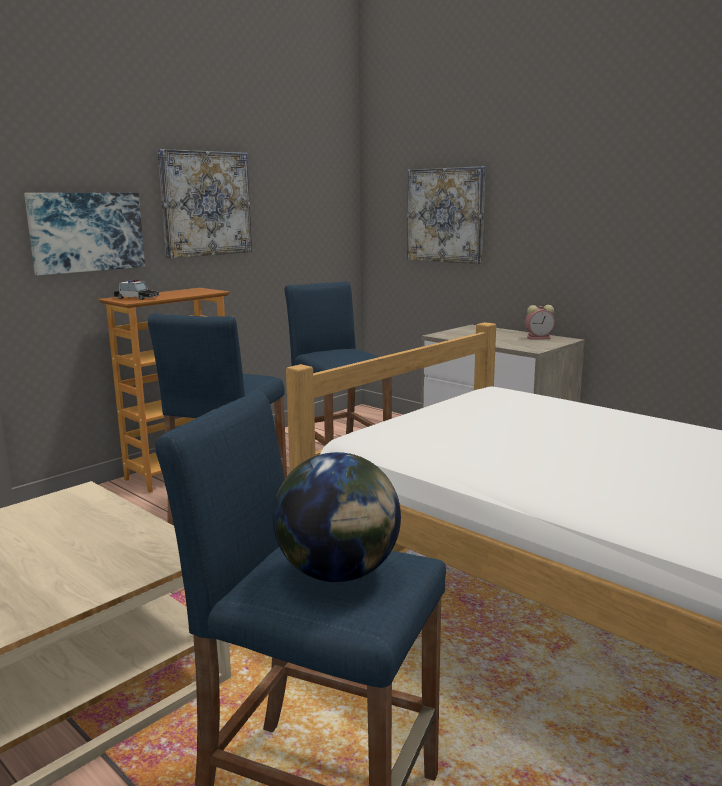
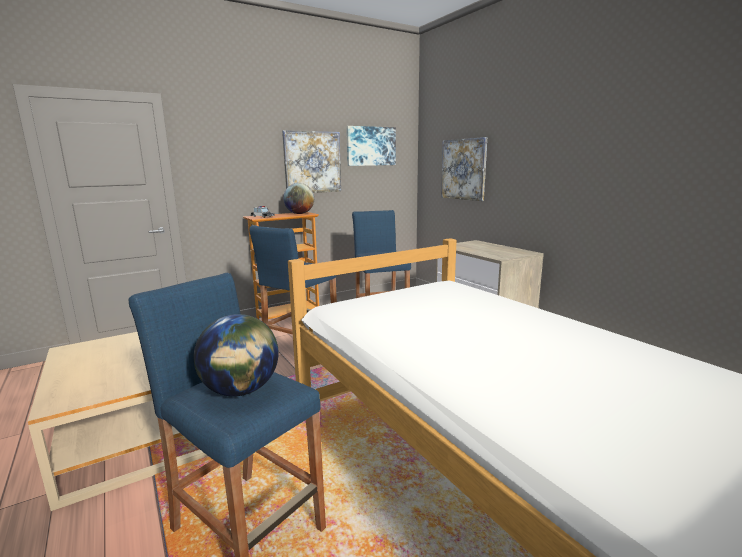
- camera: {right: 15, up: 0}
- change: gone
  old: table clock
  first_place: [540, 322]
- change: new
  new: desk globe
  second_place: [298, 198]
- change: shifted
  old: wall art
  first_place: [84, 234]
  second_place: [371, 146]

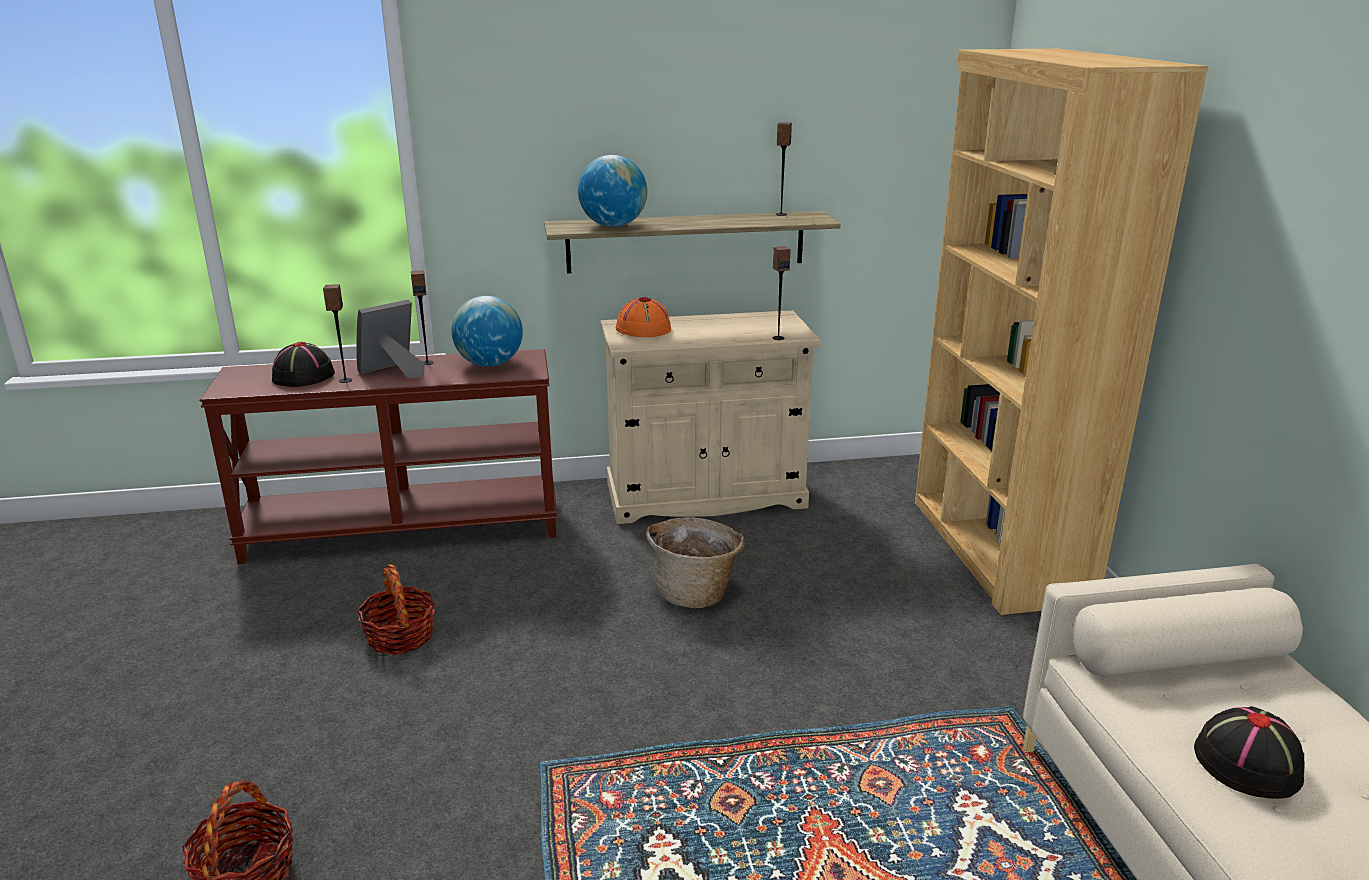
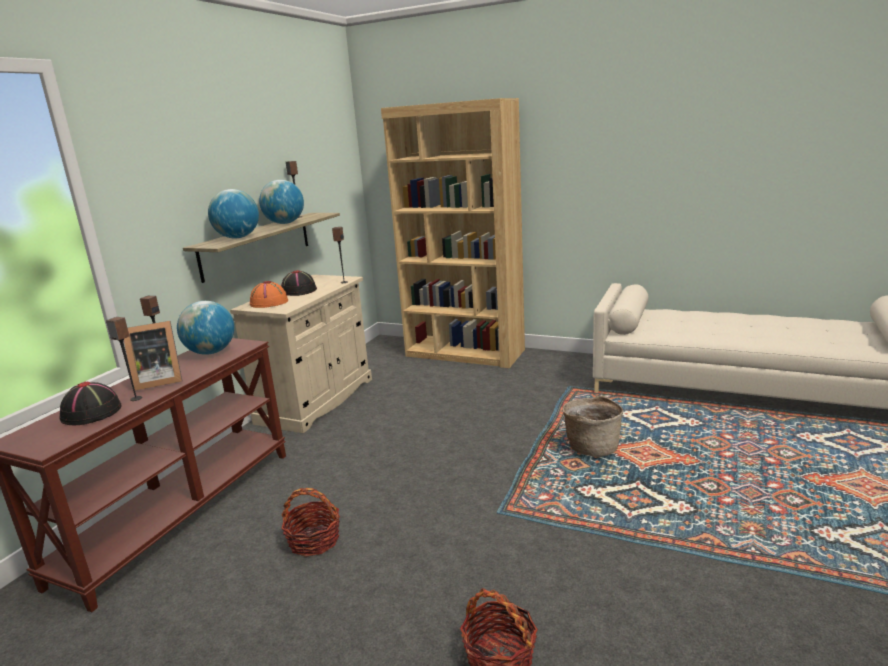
- camera: {right: -55, up: -5}
- change: new
  new: desk globe
  second_place: [281, 202]
- change: shifted
  old: basket
  first_place: [695, 562]
  second_place: [593, 426]
- change: shifted
  old: black-coloured hat
  first_place: [1249, 752]
  second_place: [299, 283]
- change: rotated
  old: picture frame
  first_place: [390, 338]
  second_place: [153, 356]
  degrees: -105

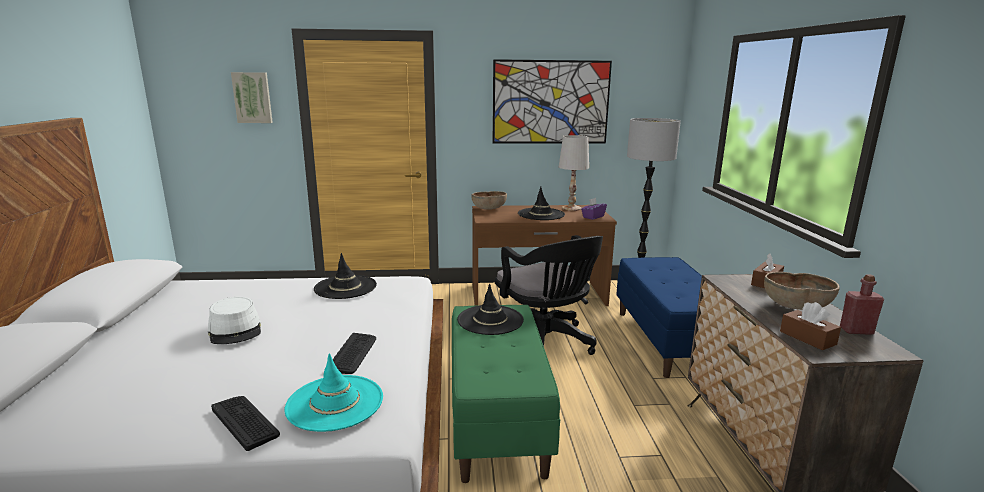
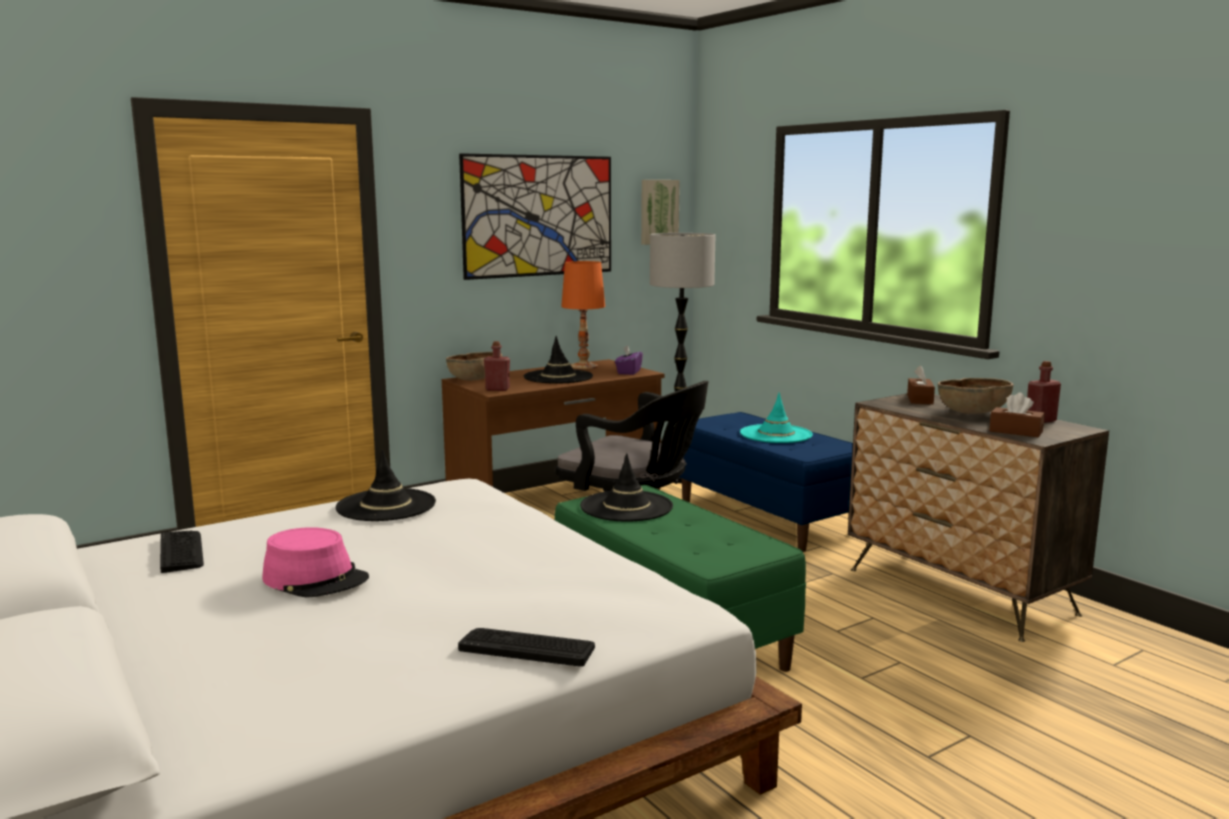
- camera: {right: -30, up: -5}
- change: new
  new: reddish beverage bottle
  second_place: [497, 366]
- change: shifted
  old: wall art
  first_place: [252, 97]
  second_place: [660, 212]
- change: shifted
  old: turquoise-coloured hat
  first_place: [333, 392]
  second_place: [776, 417]
- change: shifted
  old: PC keyboard
  first_place: [354, 353]
  second_place: [182, 552]
- change: repainted
  old: whitish hat
  new: pink-coloured hat
  first_place: [234, 320]
  second_place: [315, 562]
- change: repainted
  old: whitish lamp for a table
  new: orange lamp for a table
  first_place: [574, 173]
  second_place: [583, 315]

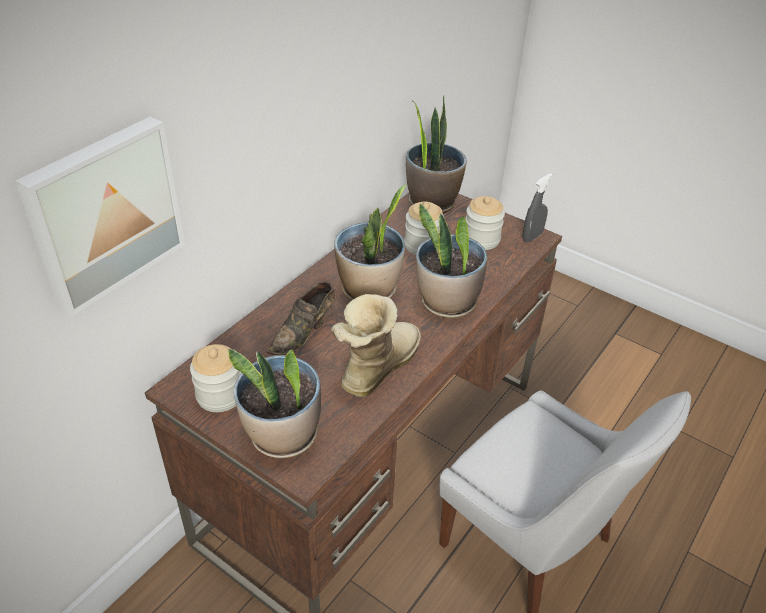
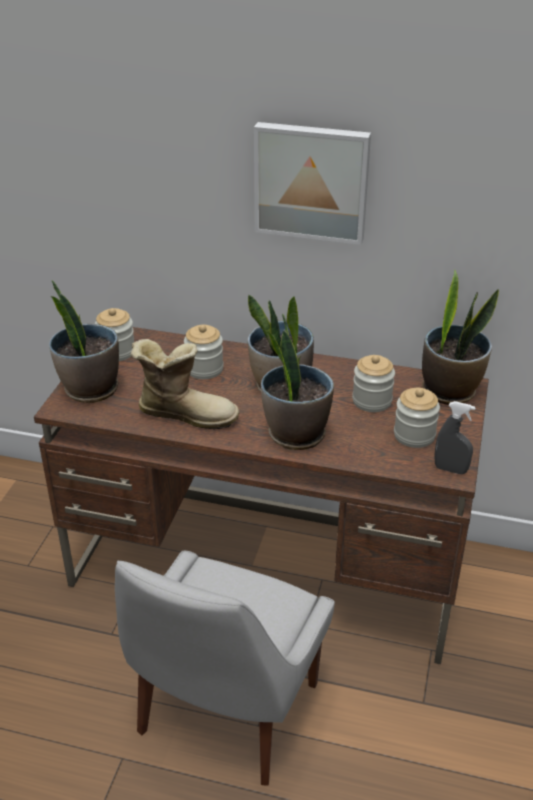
- camera: {right: 70, up: -5}
- change: shifted
  old: wall art
  first_place: [100, 216]
  second_place: [312, 183]
- change: swapped
  old: brown-coloured item of footwear
  new: storage jar
  first_place: [300, 318]
  second_place: [204, 352]

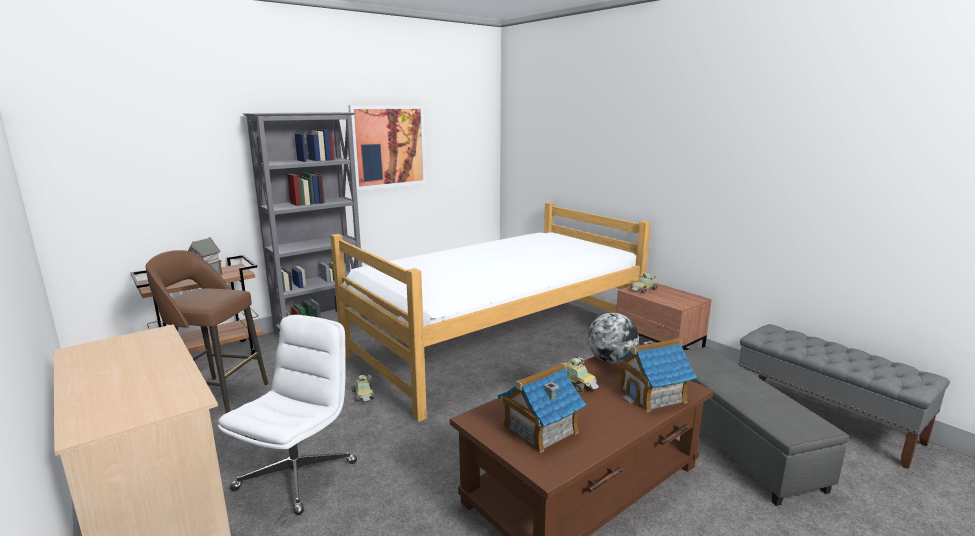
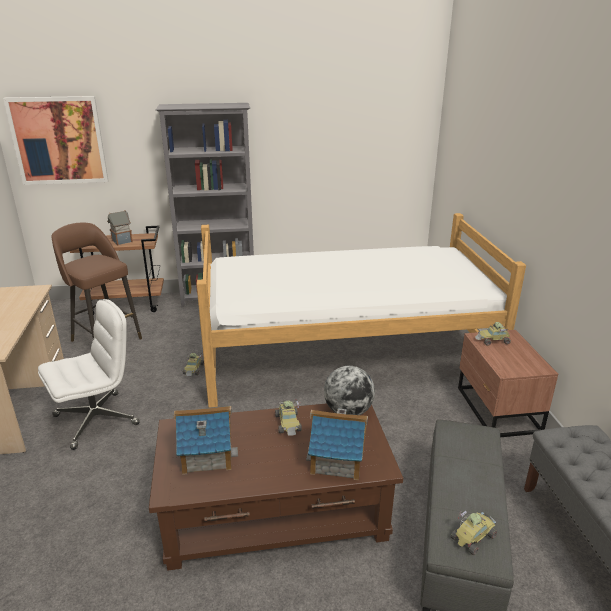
- camera: {right: 30, up: 10}
- change: new
  new: model car
  second_place: [474, 533]
- change: shifted
  old: wall art
  first_place: [387, 148]
  second_place: [56, 140]

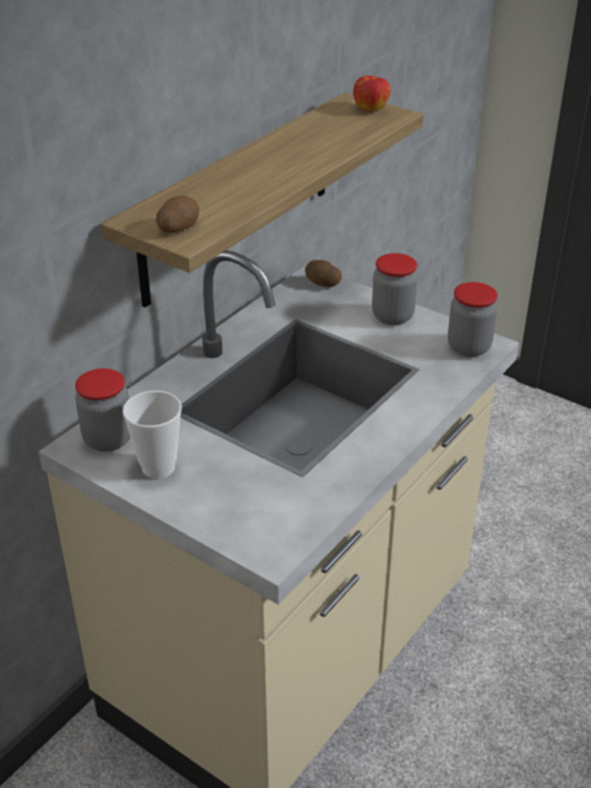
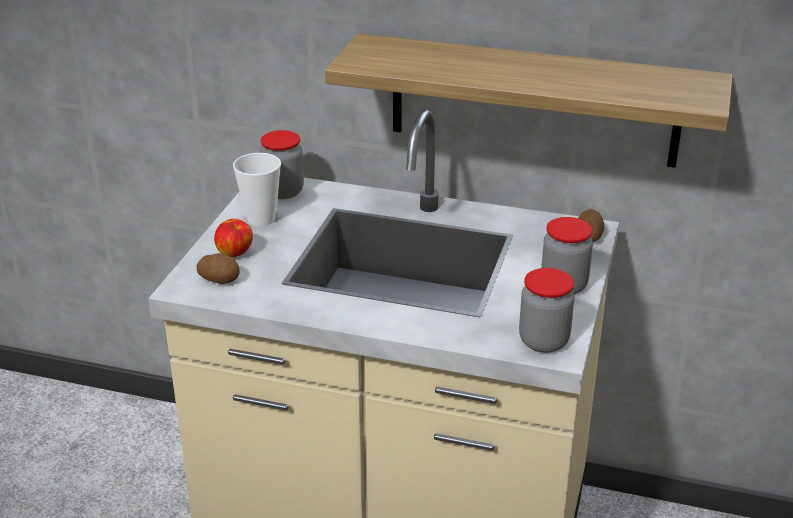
- camera: {right: 70, up: -5}
- change: shifted
  old: whole potato
  first_place: [177, 214]
  second_place: [218, 268]
- change: shifted
  old: apple
  first_place: [371, 94]
  second_place: [233, 238]

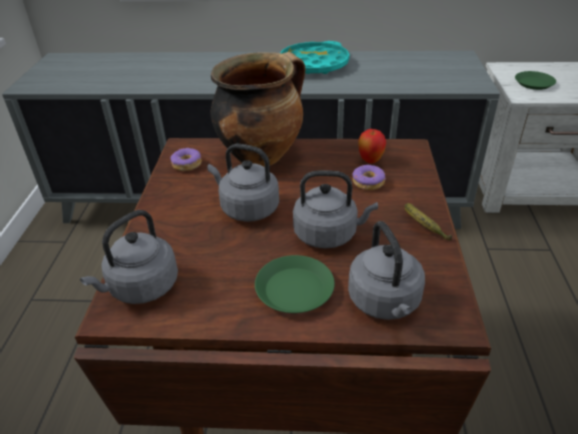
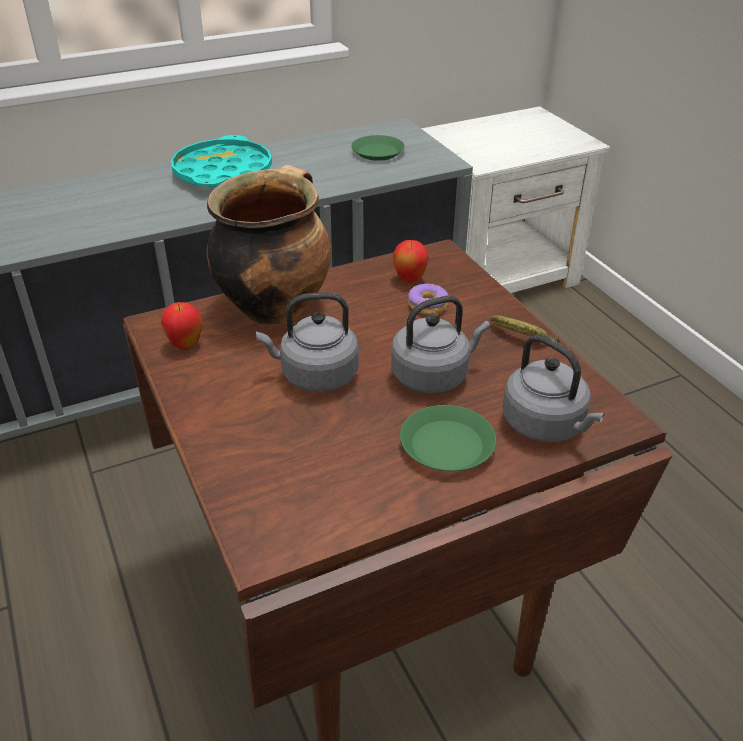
- camera: {right: -30, up: 0}
- change: gone
  old: grey kettle
  first_place: [129, 257]
- change: shifted
  old: green-coloured flat dish
  first_place: [535, 80]
  second_place: [378, 148]
- change: swapped
  old: doughnut
  new: apple
  first_place: [186, 159]
  second_place: [181, 326]

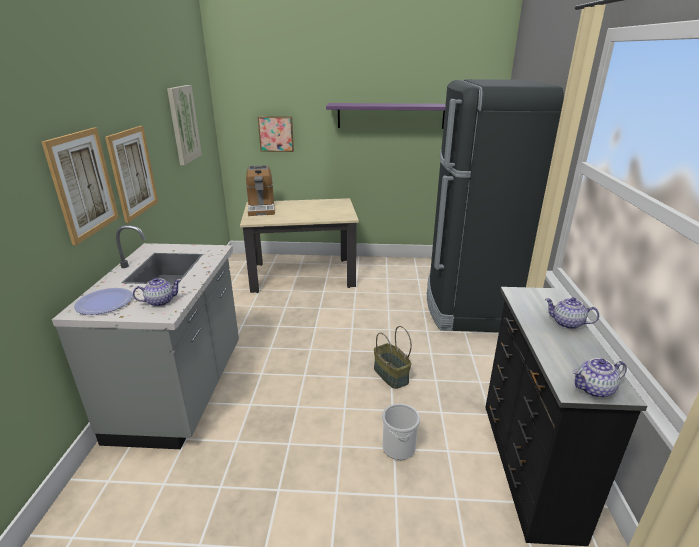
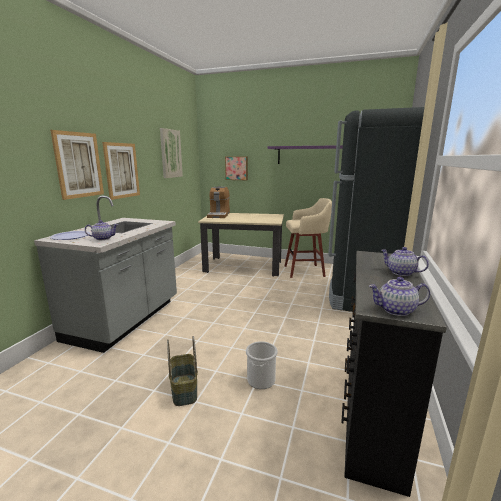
- camera: {right: 15, up: -10}
- change: new
  new: beige stool
  second_place: [308, 238]
- change: shifted
  old: basket
  first_place: [393, 357]
  second_place: [182, 371]

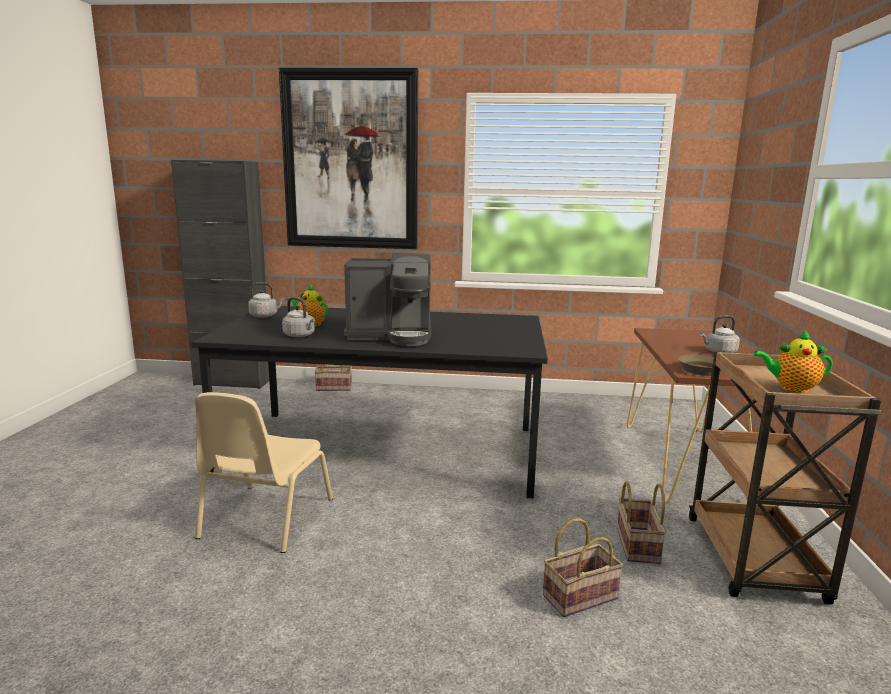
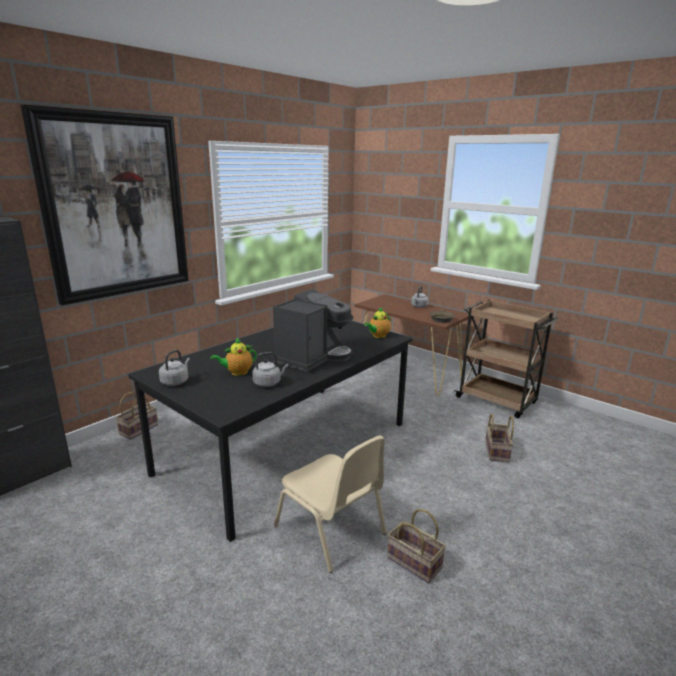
- camera: {right: -55, up: 5}
- change: shifted
  old: basket
  first_place: [641, 522]
  second_place: [416, 546]
- change: shifted
  old: teapot
  first_place: [793, 361]
  second_place: [378, 322]

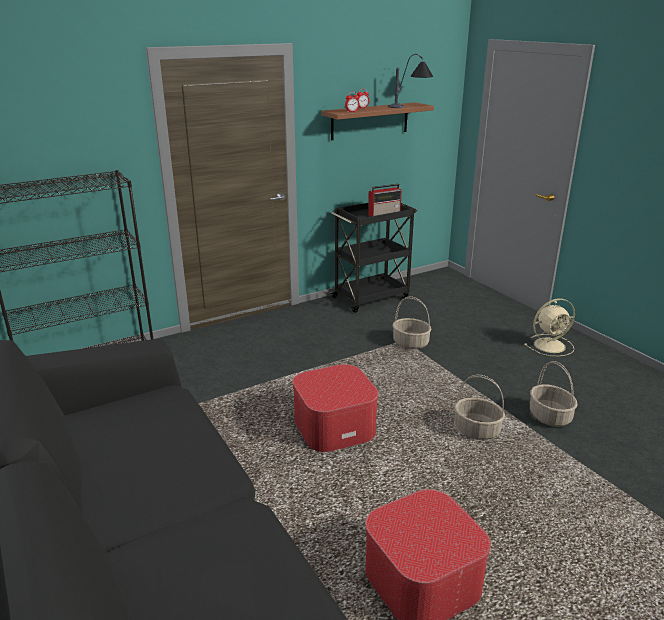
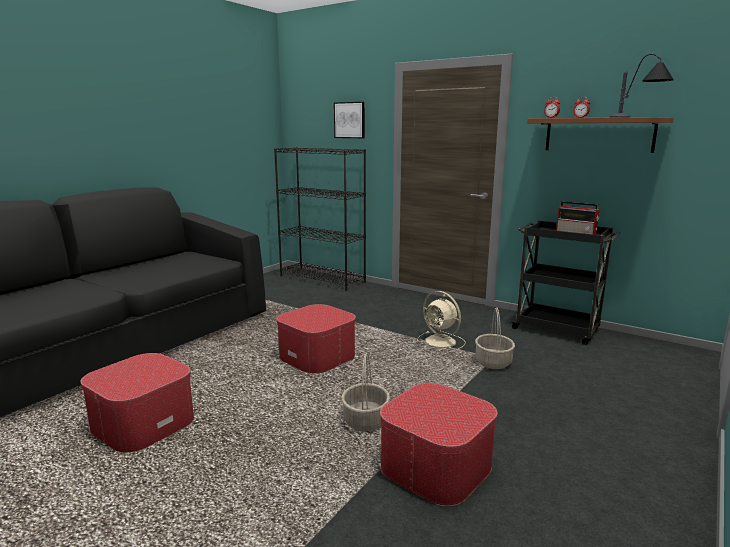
- camera: {right: 65, up: -10}
- change: new
  new: wall art
  second_place: [349, 120]
- change: shifted
  old: beige fan
  first_place: [549, 327]
  second_place: [441, 320]
- change: swapped
  old: basket
  new: pouffe
  first_place: [554, 394]
  second_place: [438, 444]

